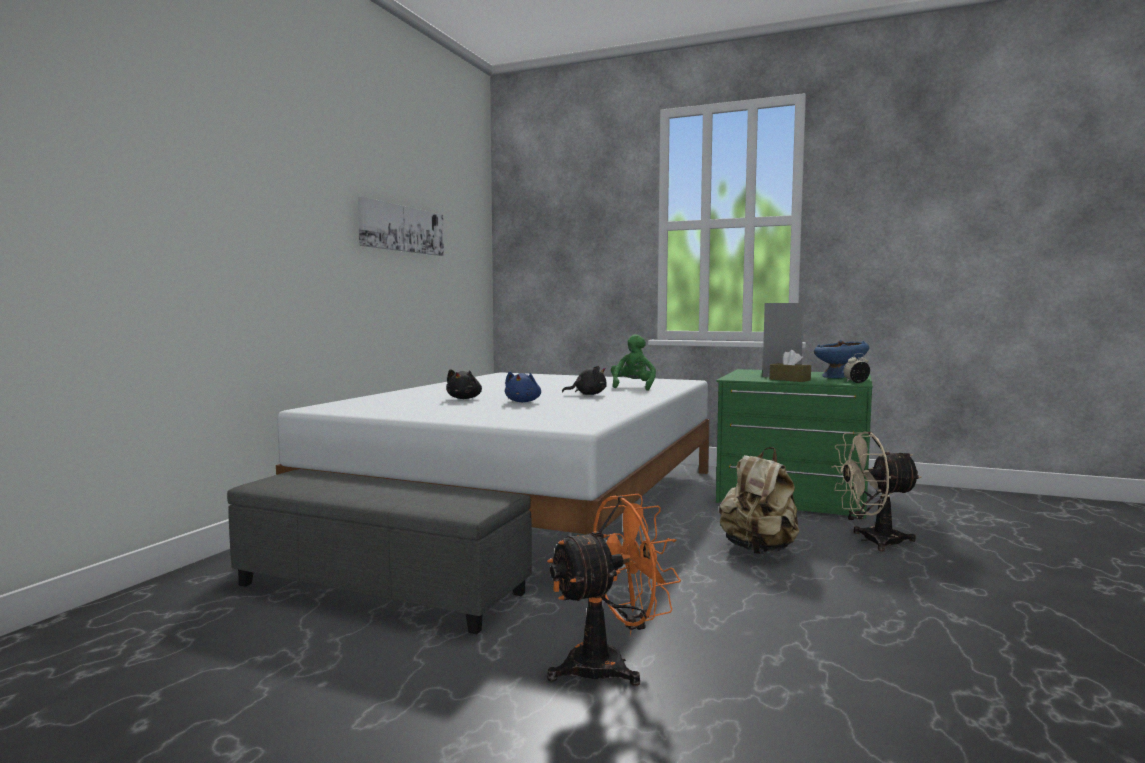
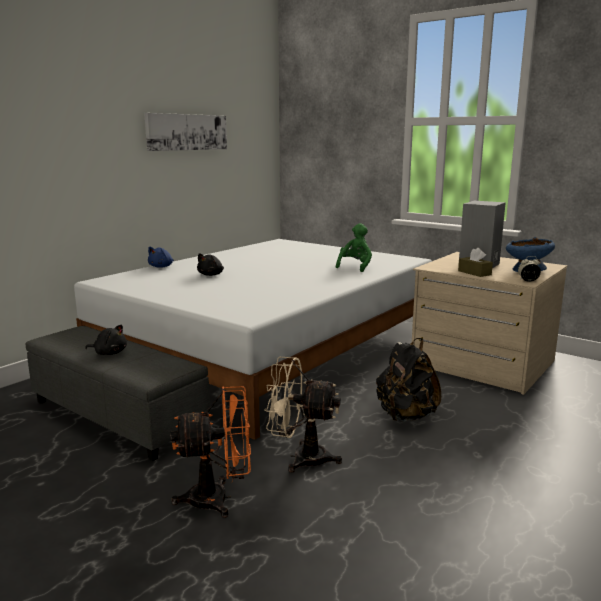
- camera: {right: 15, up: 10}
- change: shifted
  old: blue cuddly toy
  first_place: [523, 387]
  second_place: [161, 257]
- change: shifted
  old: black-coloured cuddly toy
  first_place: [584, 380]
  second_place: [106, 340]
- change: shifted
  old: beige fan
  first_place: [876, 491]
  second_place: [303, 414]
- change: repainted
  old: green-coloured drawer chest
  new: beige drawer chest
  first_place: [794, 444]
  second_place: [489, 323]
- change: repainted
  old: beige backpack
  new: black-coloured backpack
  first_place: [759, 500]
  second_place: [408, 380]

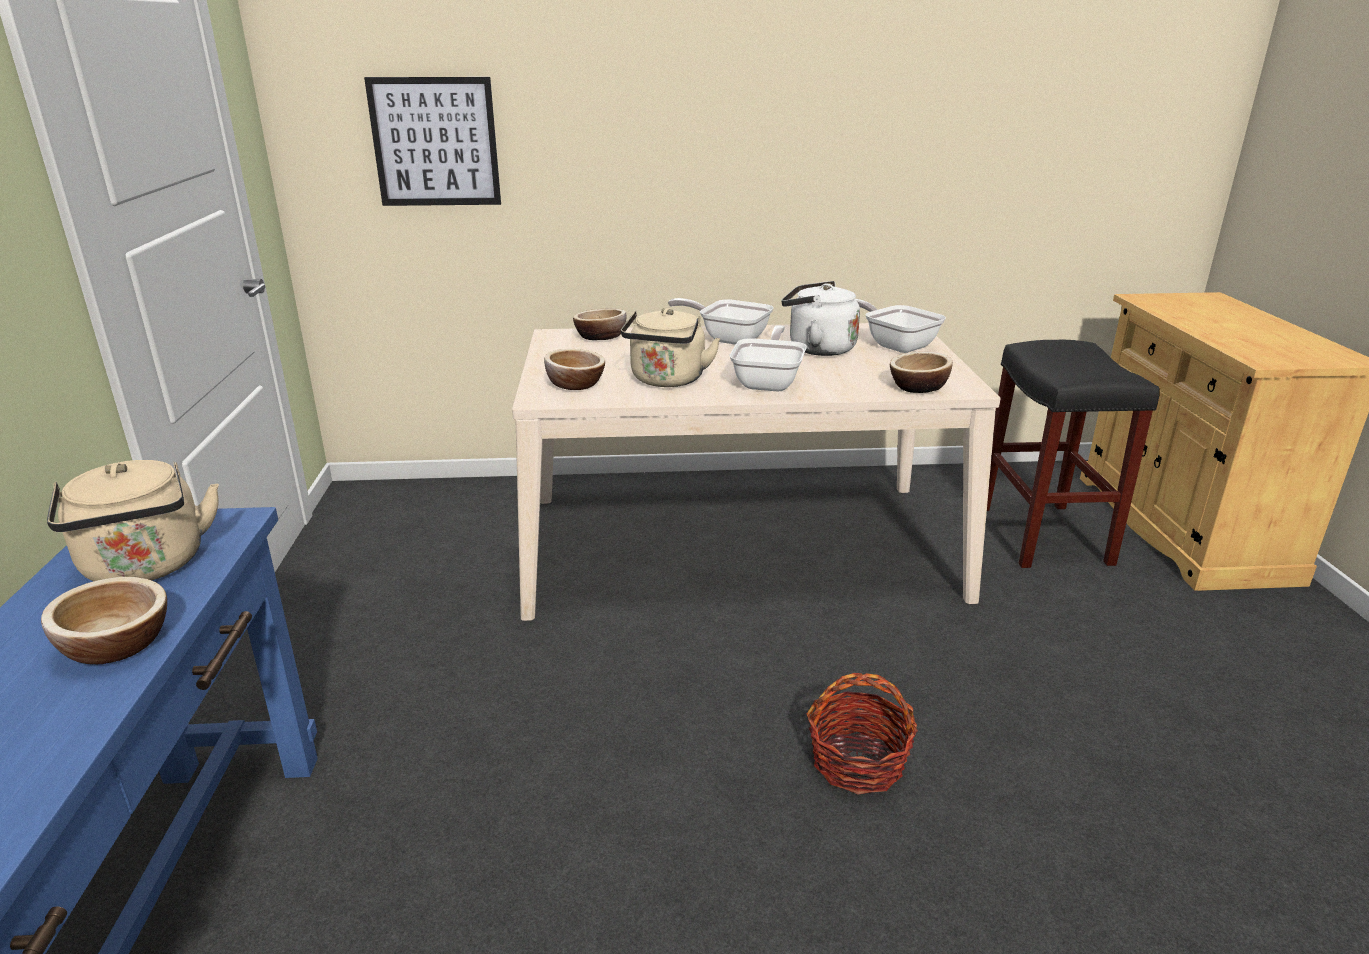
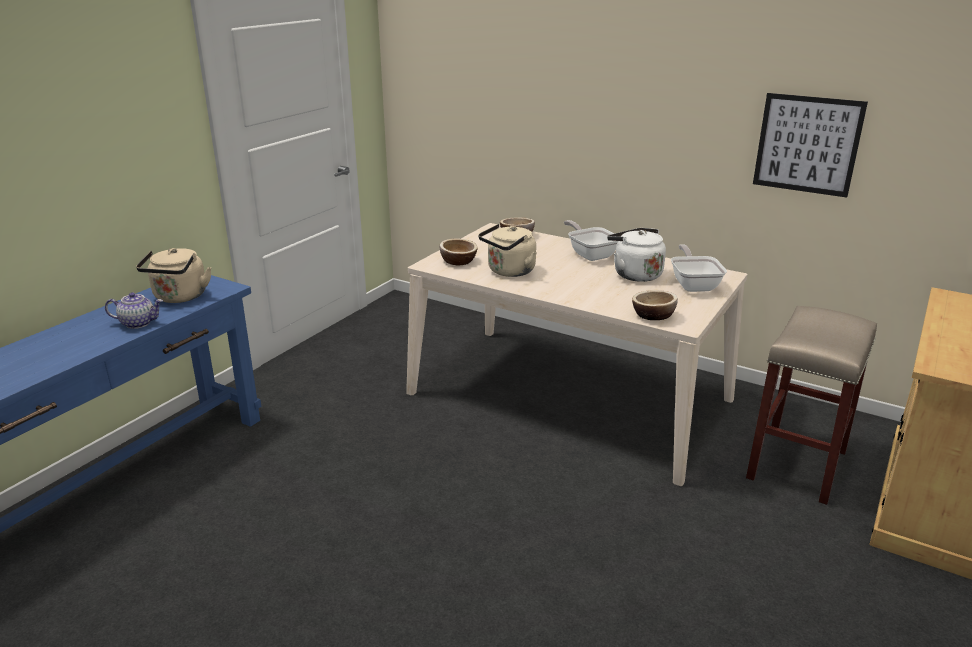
- camera: {right: 35, up: 0}
- change: gone
  old: skillet
  first_place: [768, 358]
- change: gone
  old: basket
  first_place: [862, 734]
- change: shifted
  old: wall art
  first_place: [432, 141]
  second_place: [810, 145]
- change: swapped
  old: bowl
  new: teapot
  first_place: [104, 620]
  second_place: [134, 310]
- change: repainted
  old: black-coloured stool
  new: beige stool
  first_place: [1073, 454]
  second_place: [811, 405]

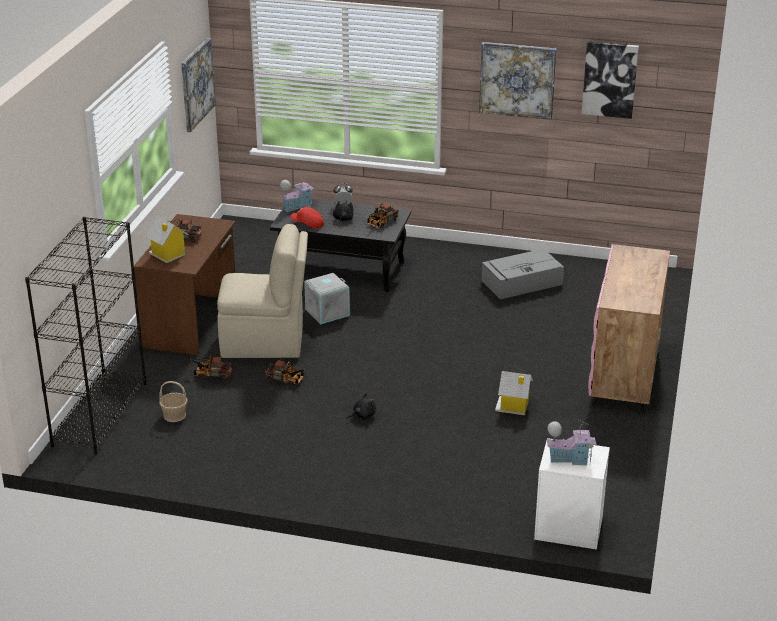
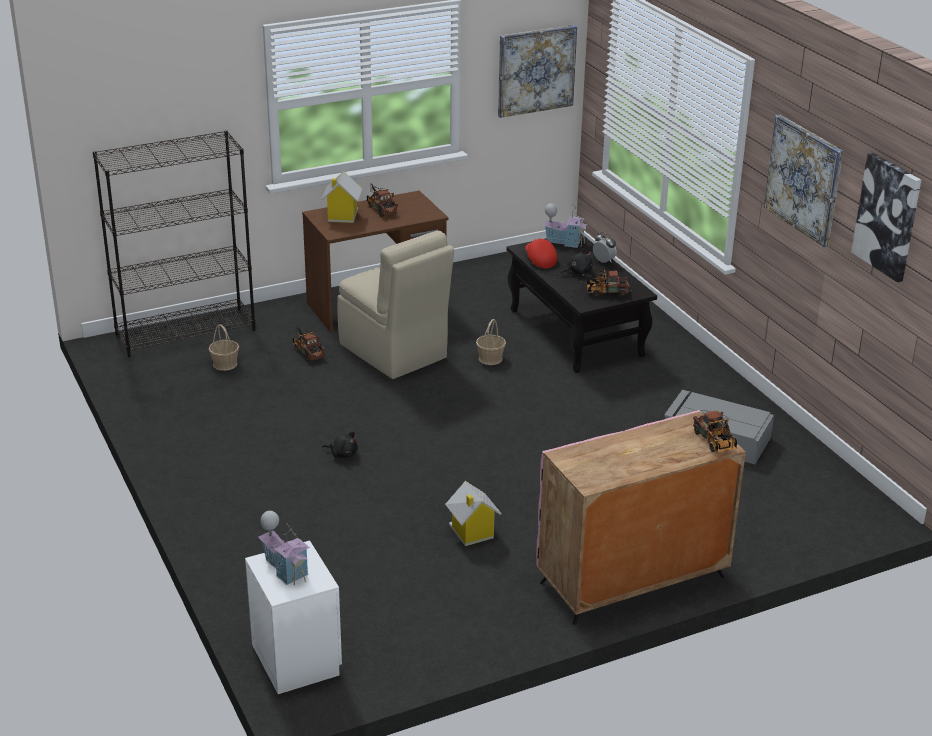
- camera: {right: 50, up: 0}
- change: shifted
  old: toy lorry
  first_place: [286, 372]
  second_place: [715, 432]
- change: swapped
  old: grey storage box
  new: basket
  first_place: [327, 298]
  second_place: [491, 342]

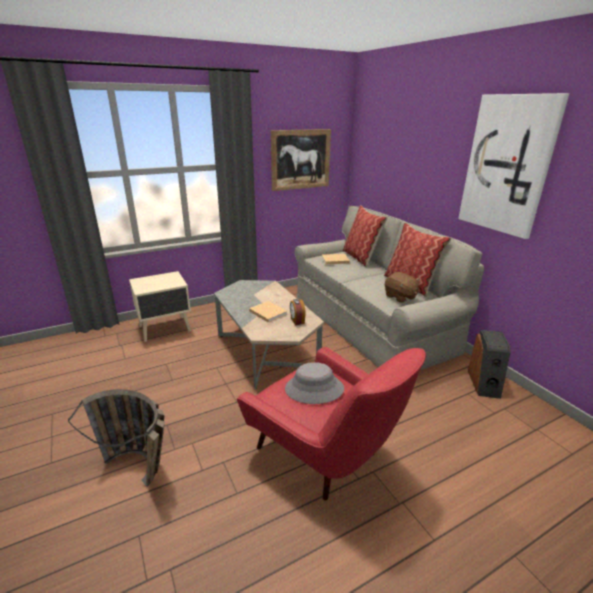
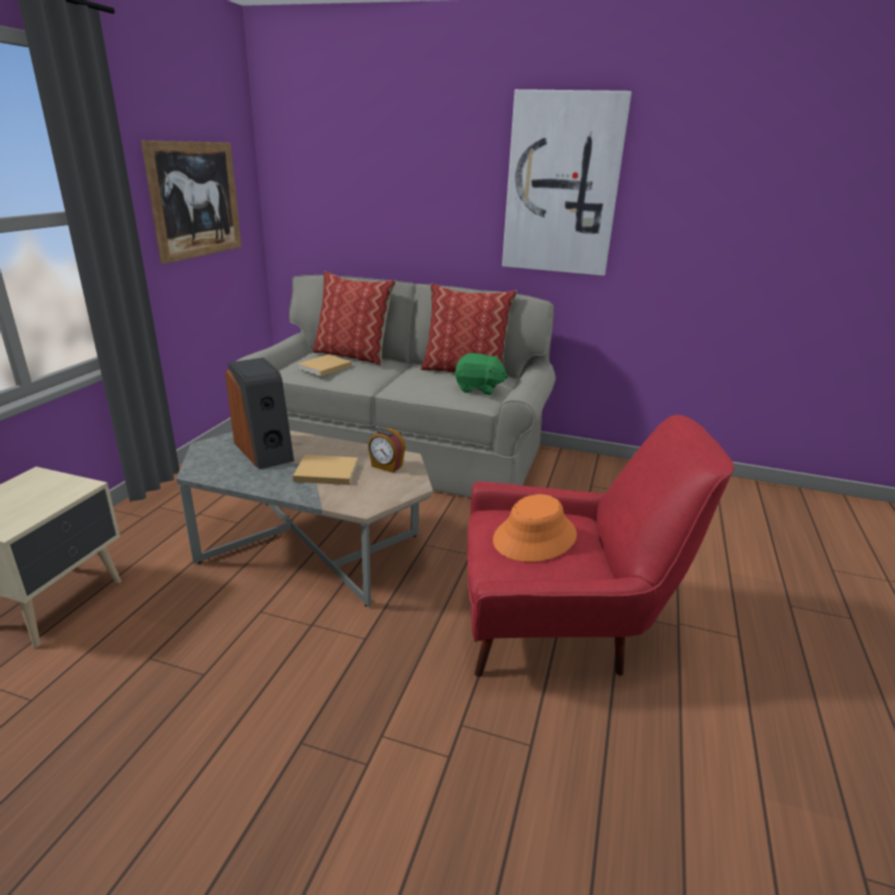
- camera: {right: -45, up: 0}
- change: gone
  old: basket
  first_place: [116, 438]
- change: shifted
  old: audio speaker
  first_place: [489, 364]
  second_place: [259, 413]
- change: repainted
  old: grey hat
  new: orange hat
  first_place: [314, 383]
  second_place: [535, 528]
- change: repainted
  old: brown-coloured cuddly toy
  new: green-coloured cuddly toy
  first_place: [402, 287]
  second_place: [481, 374]

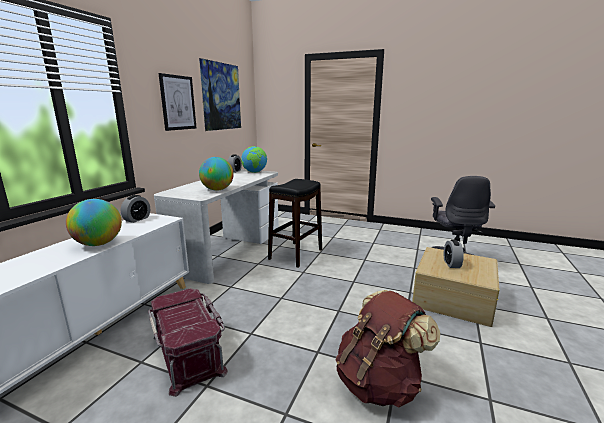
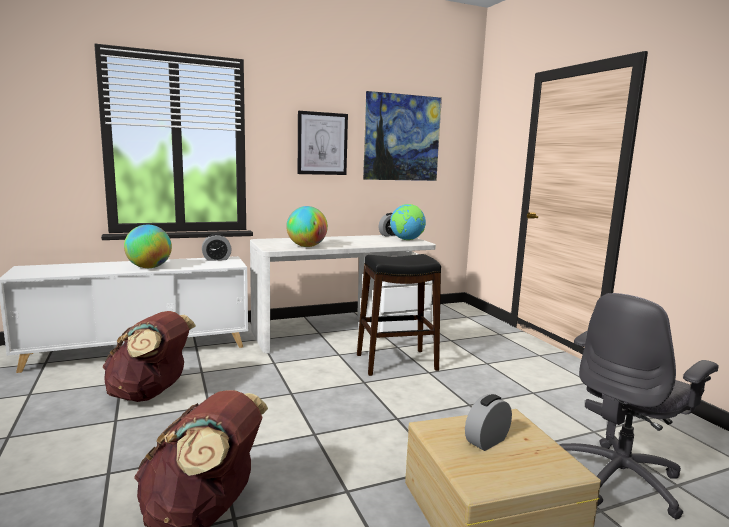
- camera: {right: 45, up: -5}
- change: swapped
  old: reddish storage box
  new: brown-coloured backpack
  first_place: [188, 342]
  second_place: [149, 356]

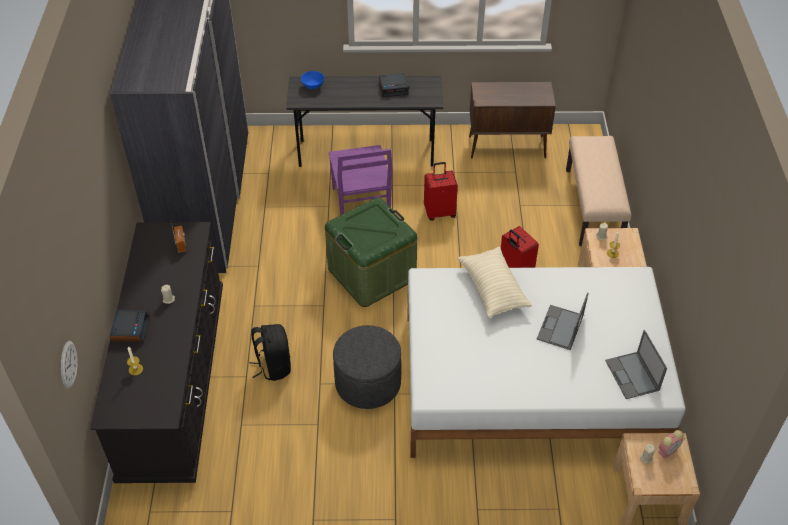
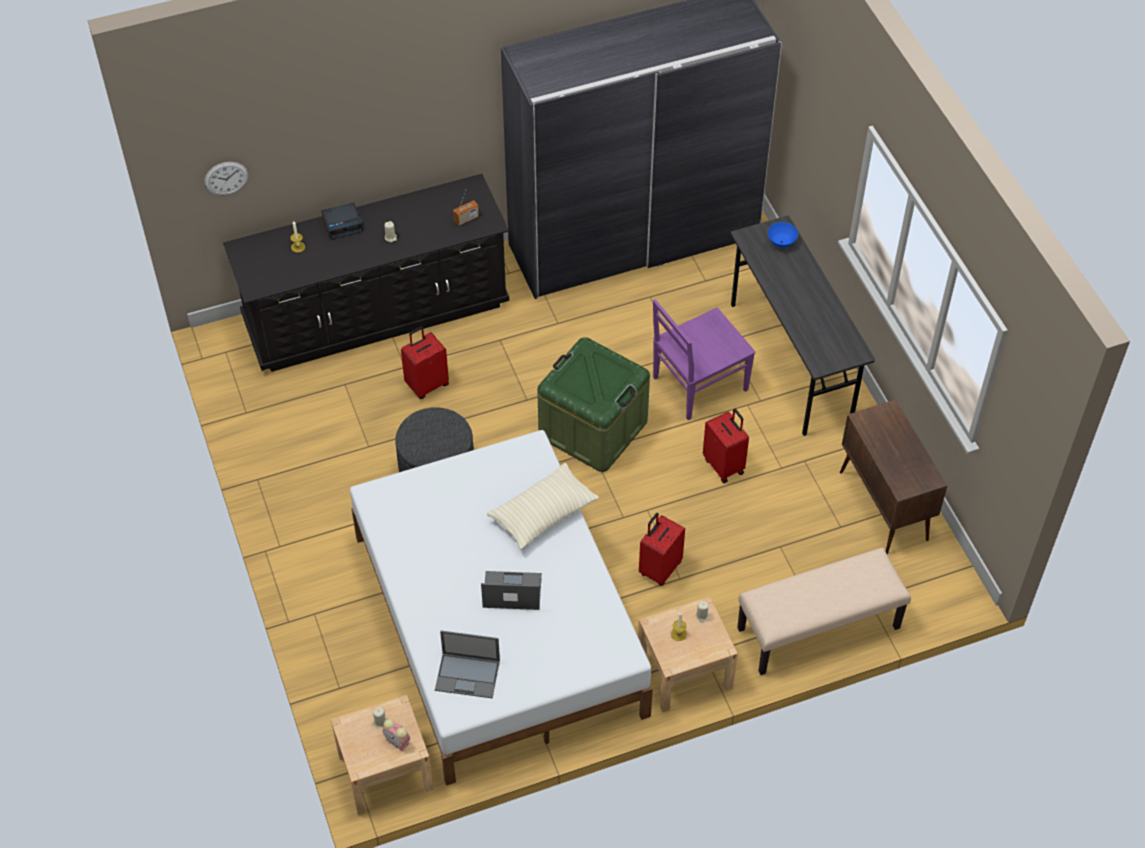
- camera: {right: 70, up: 5}
- change: gone
  old: table clock
  first_place: [394, 85]
- change: swapped
  old: black-coloured backpack
  new: reddish travel case
  first_place: [270, 352]
  second_place: [425, 362]
- change: rotated
  old: notebook computer
  first_place: [636, 364]
  second_place: [467, 664]
  degrees: -135

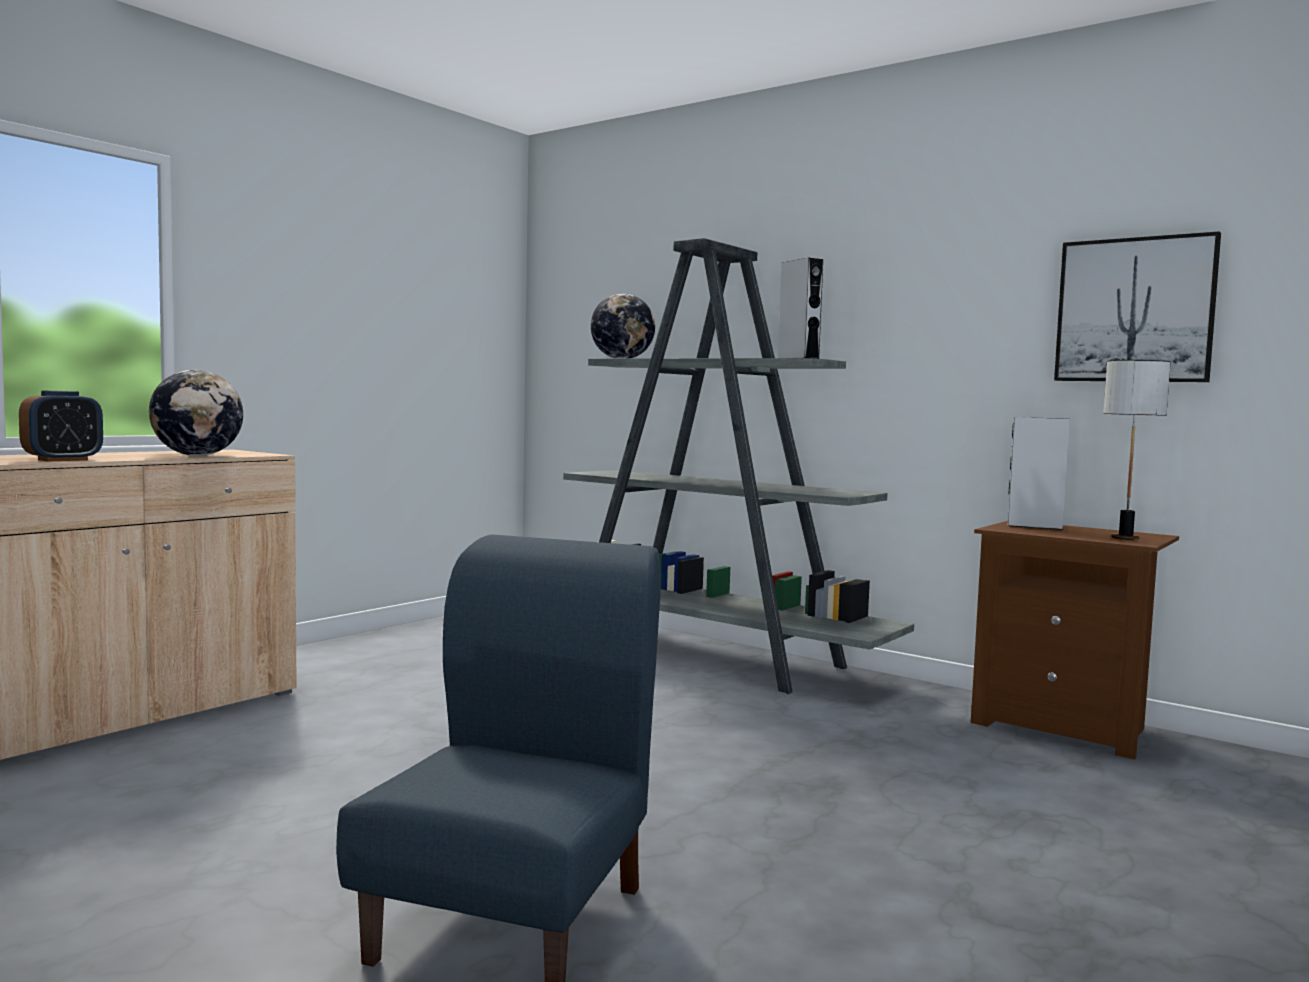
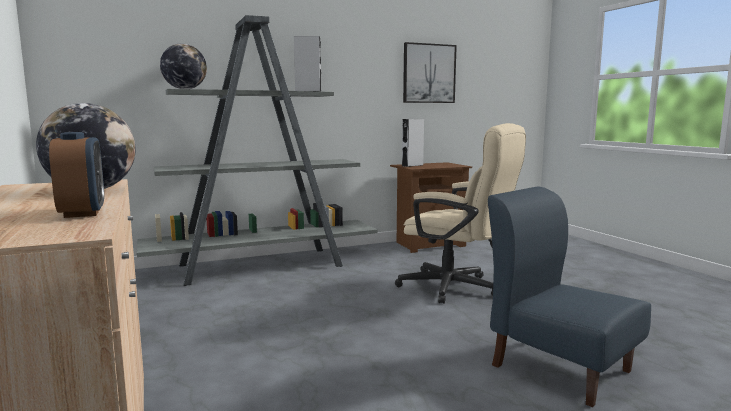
- camera: {right: -60, up: 5}
- change: gone
  old: lamp for a table
  first_place: [1137, 450]
- change: new
  new: beige office chair
  second_place: [460, 213]

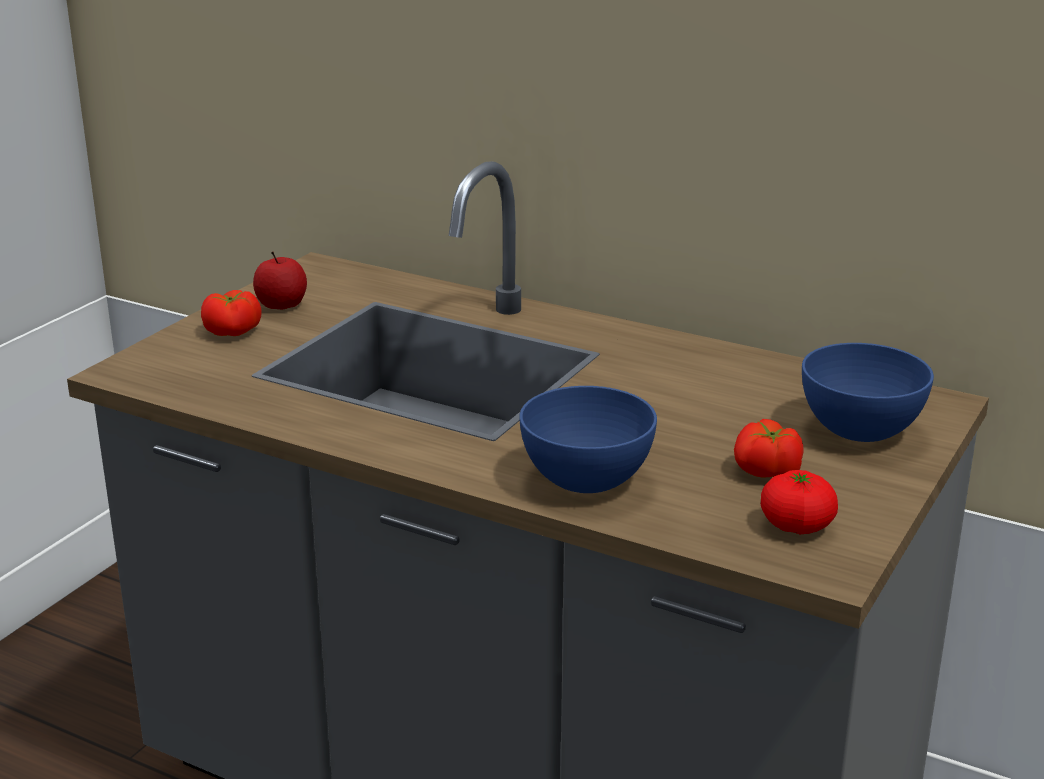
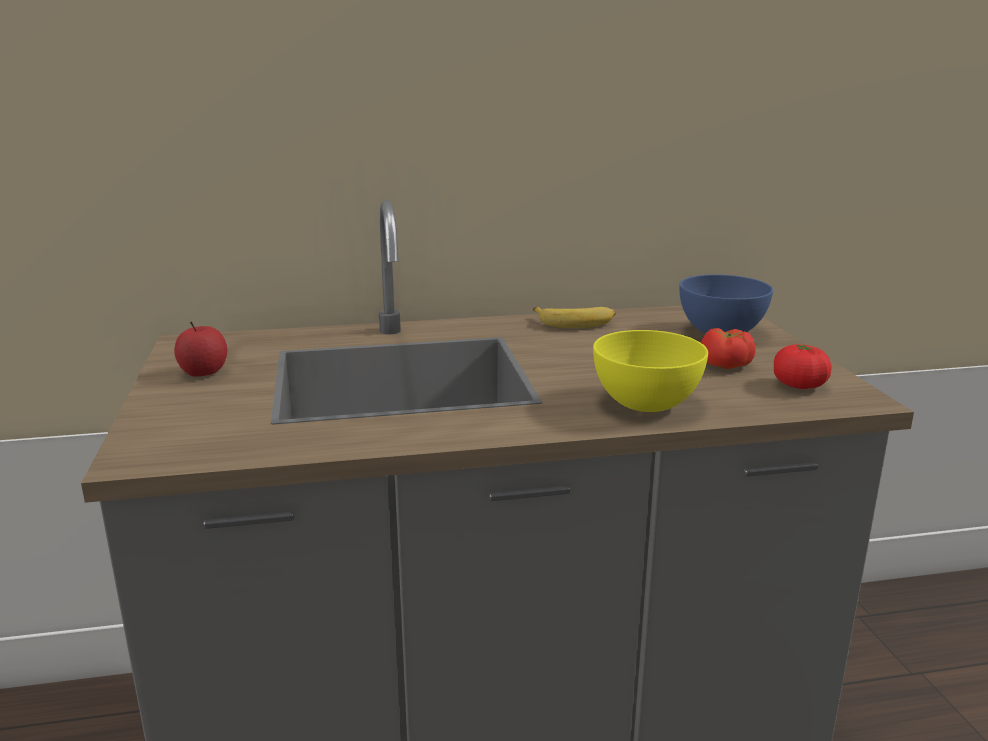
- camera: {right: -40, up: -5}
- change: gone
  old: fresh tomato
  first_place: [231, 313]
- change: new
  new: whole banana
  second_place: [574, 317]
- change: repainted
  old: blue bowl
  new: yellowish bowl
  first_place: [588, 439]
  second_place: [650, 371]

